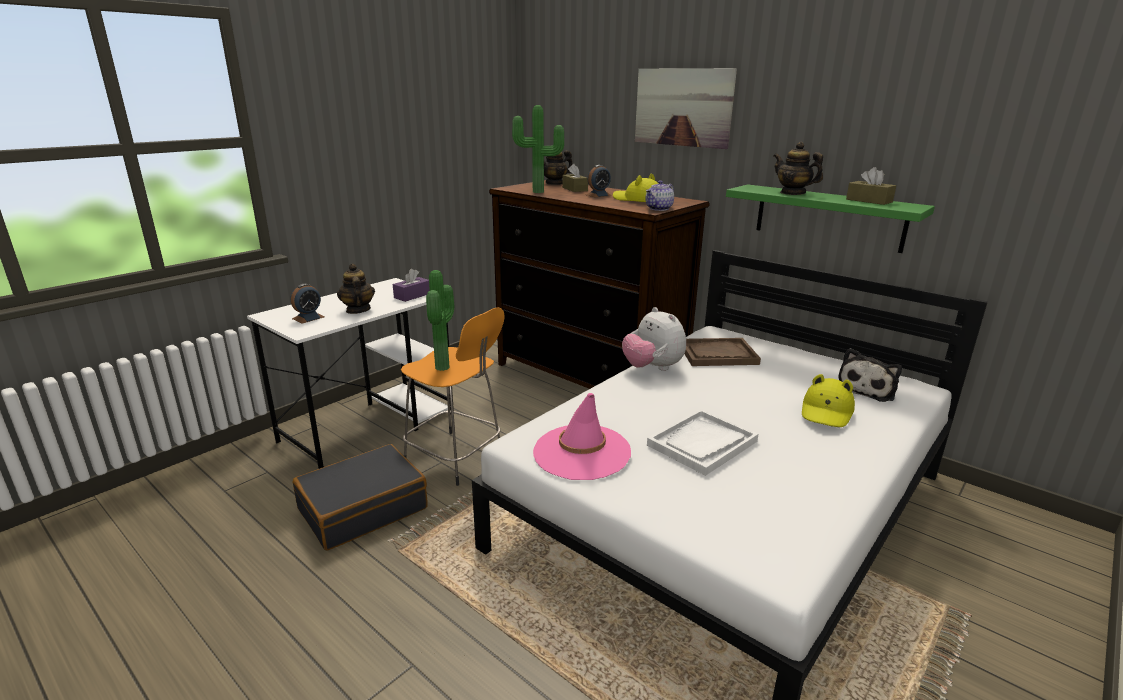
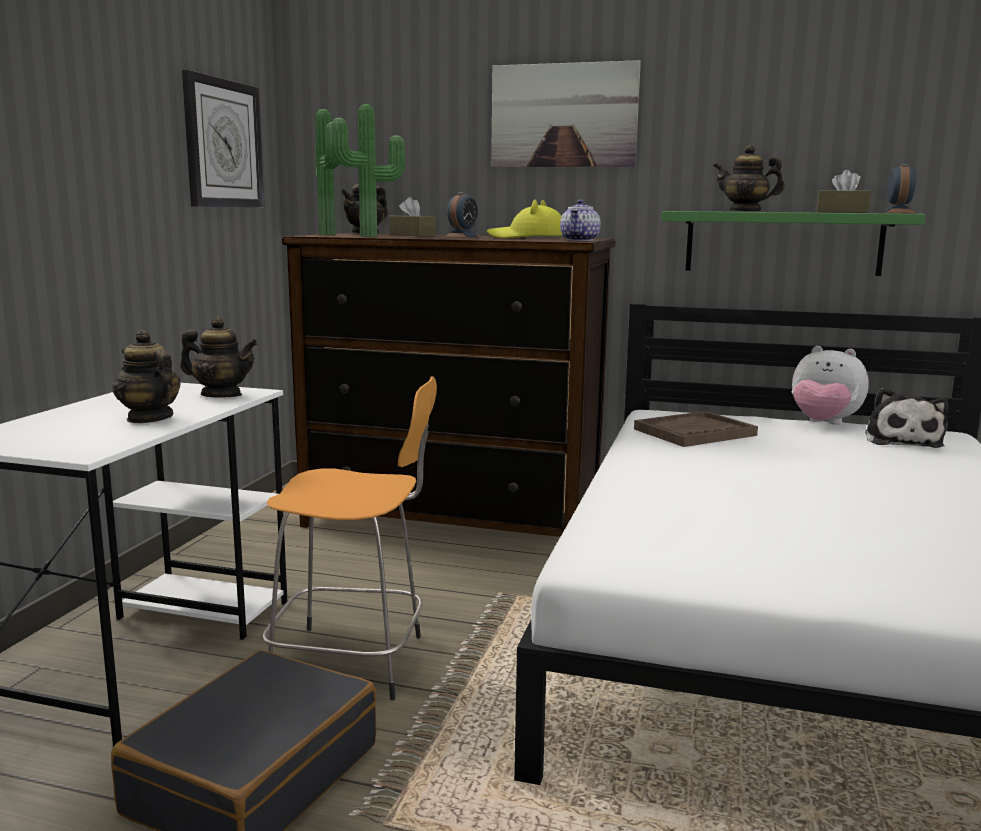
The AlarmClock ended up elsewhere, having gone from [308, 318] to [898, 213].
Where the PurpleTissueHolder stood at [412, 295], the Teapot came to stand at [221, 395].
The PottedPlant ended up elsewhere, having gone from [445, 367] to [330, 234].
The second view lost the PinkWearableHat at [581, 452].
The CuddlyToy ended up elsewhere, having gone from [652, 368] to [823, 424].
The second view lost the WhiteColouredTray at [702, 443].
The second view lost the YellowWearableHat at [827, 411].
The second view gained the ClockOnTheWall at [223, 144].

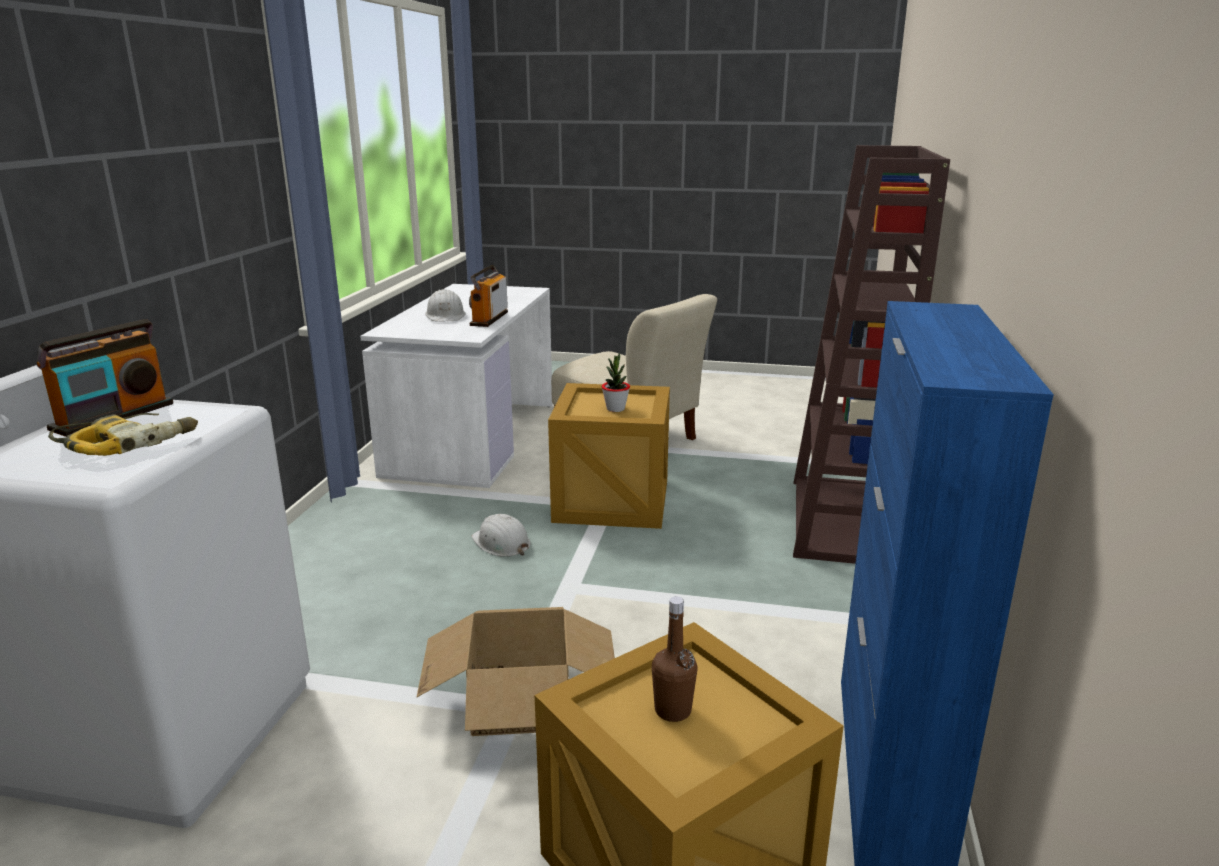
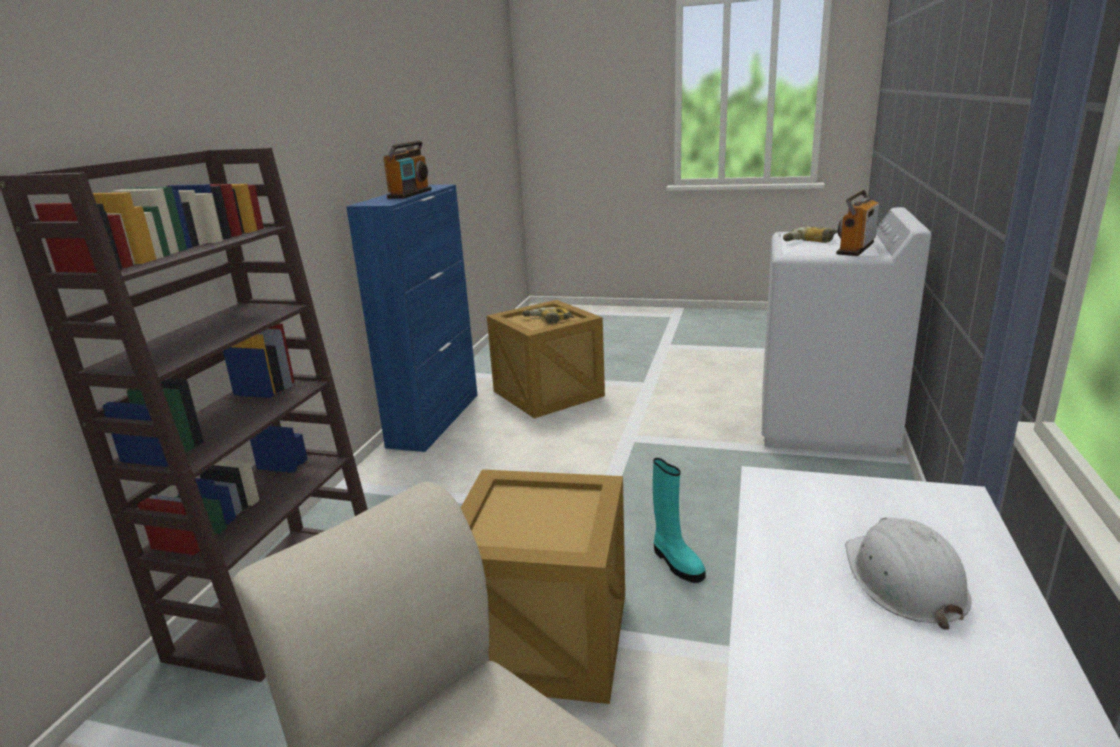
The second view lost the CardboardBox at [521, 701].
The RadioReceiver ended up elsewhere, having gone from [489, 319] to [410, 194].
Where the WhiteColouredSafetyHelmet stood at [501, 543], the BlueGreenBoot came to stand at [676, 562].
The second view lost the PottedPlant at [615, 409].
Where the BrownishBottle stood at [673, 710], the ElectricDrill came to stand at [547, 320].

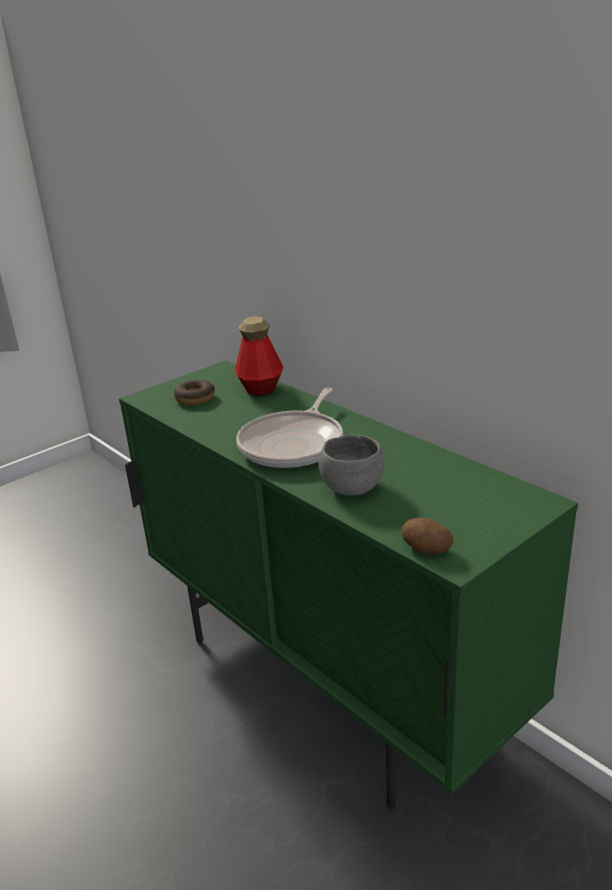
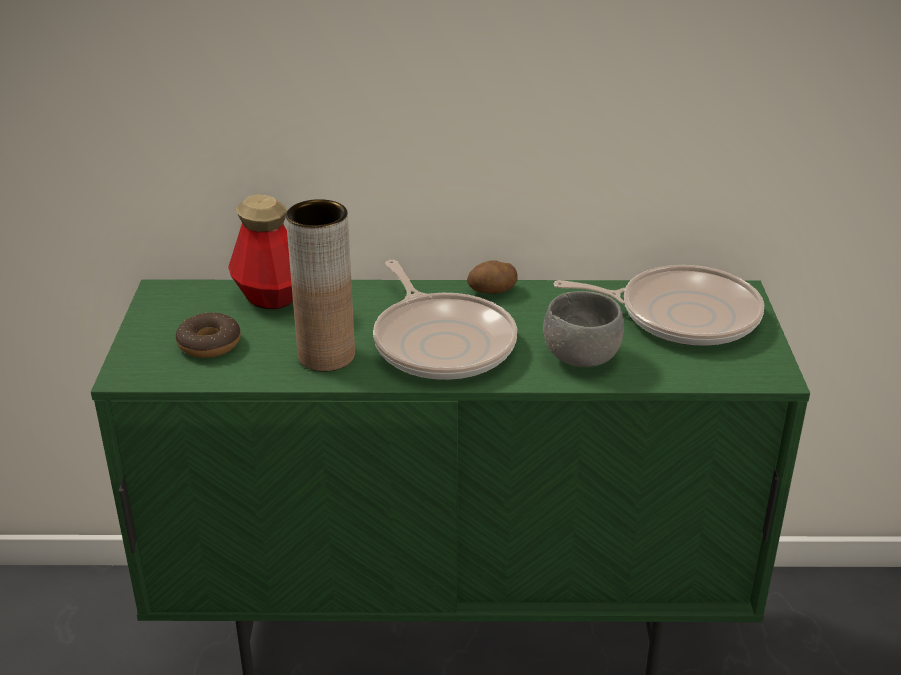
The Potato ended up elsewhere, having gone from [425, 549] to [493, 291].
The second view gained the BrownishVase at [326, 356].
The second view gained the FryingPan at [681, 315].

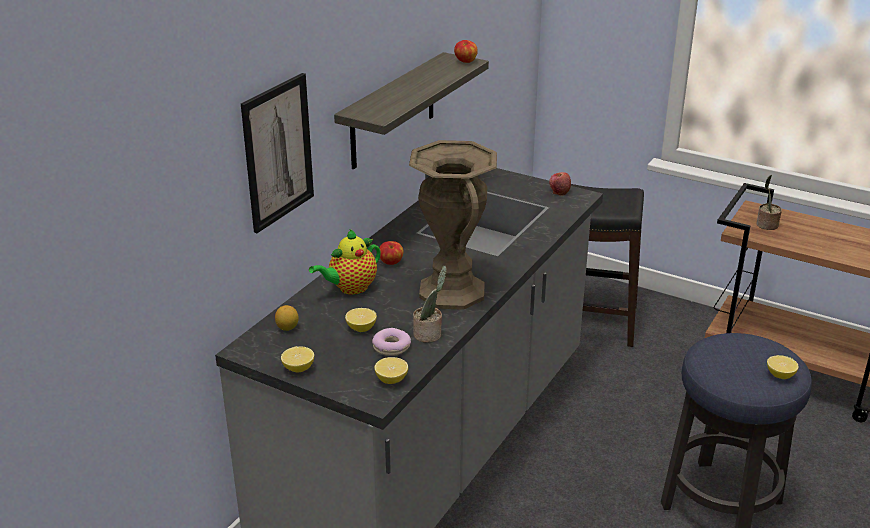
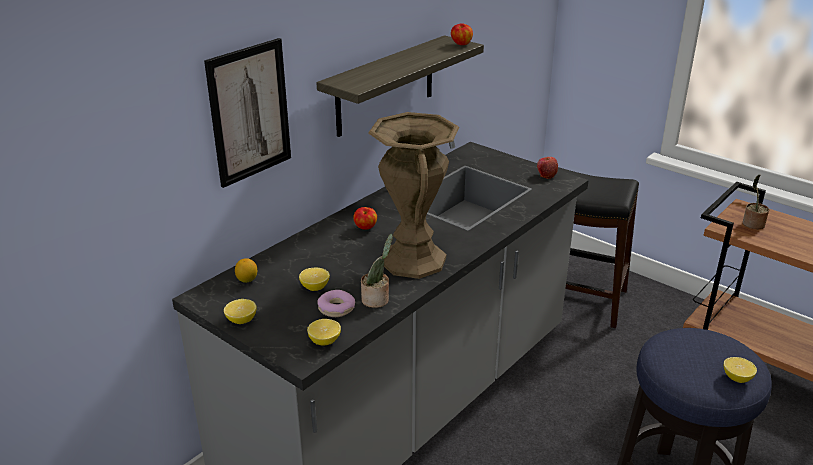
The second view lost the Teapot at [350, 288].

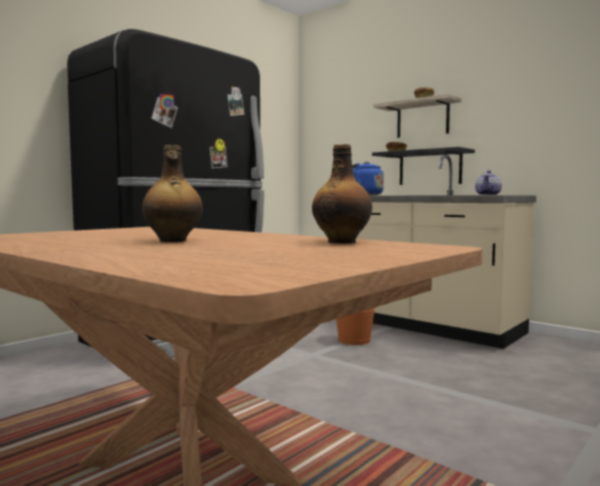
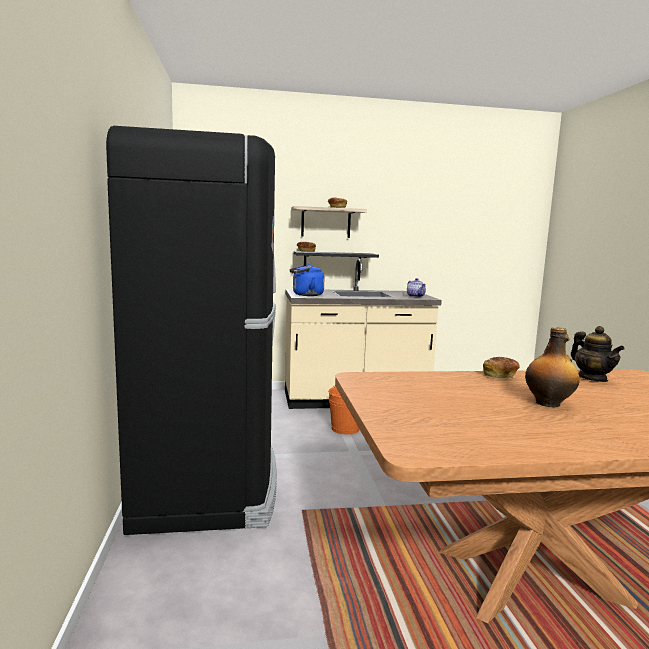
Where the Bottle stood at [342, 242], the Teapot came to stand at [592, 378].
The second view gained the BakedBread at [500, 376].

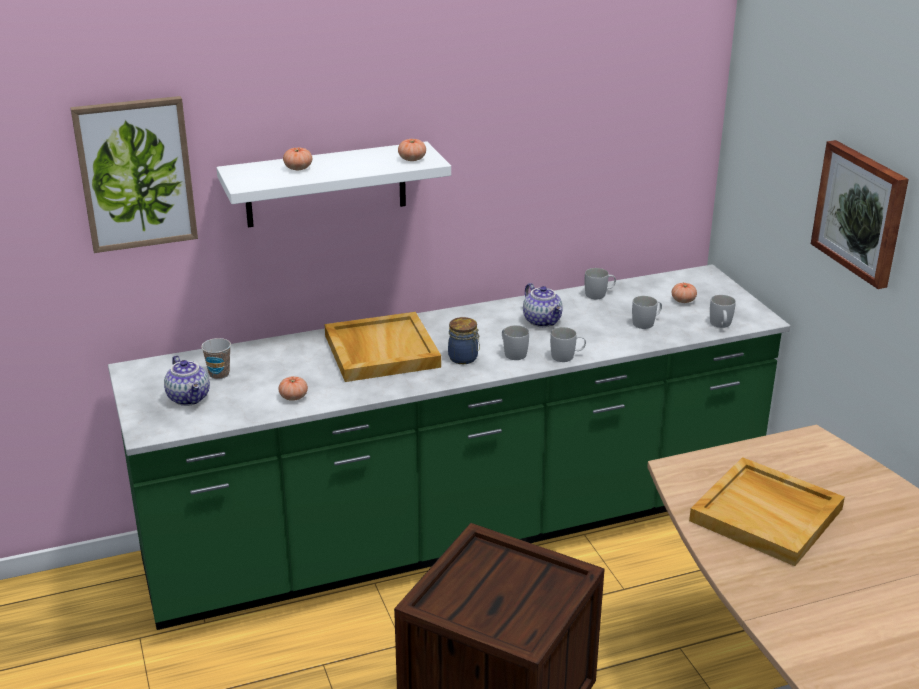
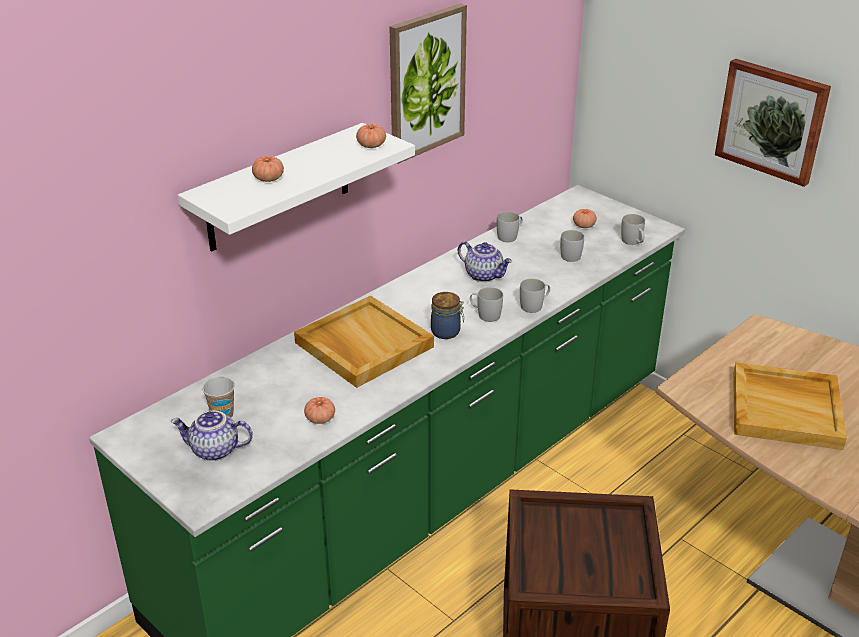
The WallArt ended up elsewhere, having gone from [136, 174] to [426, 83].
The Teapot at [190, 398] ended up facing another way, 150 degrees clockwise from before.

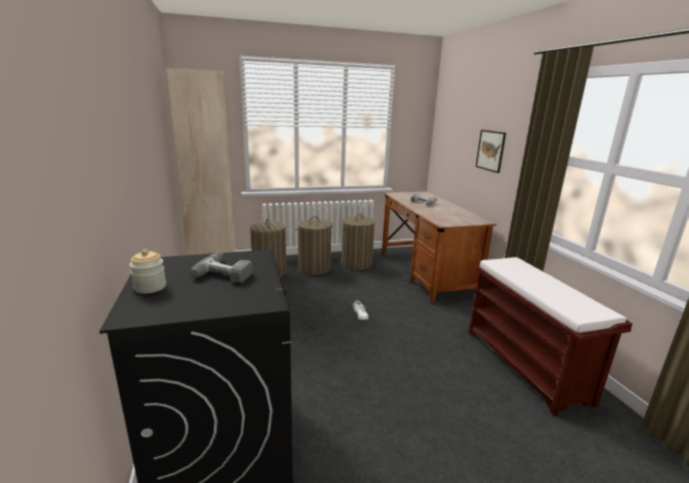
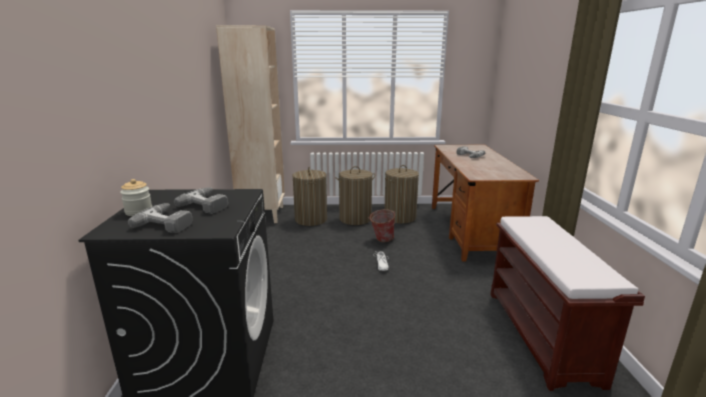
The second view lost the WallArt at [490, 150].
The second view gained the ElectricDrill at [169, 222].
The second view gained the WaterBucket at [381, 240].

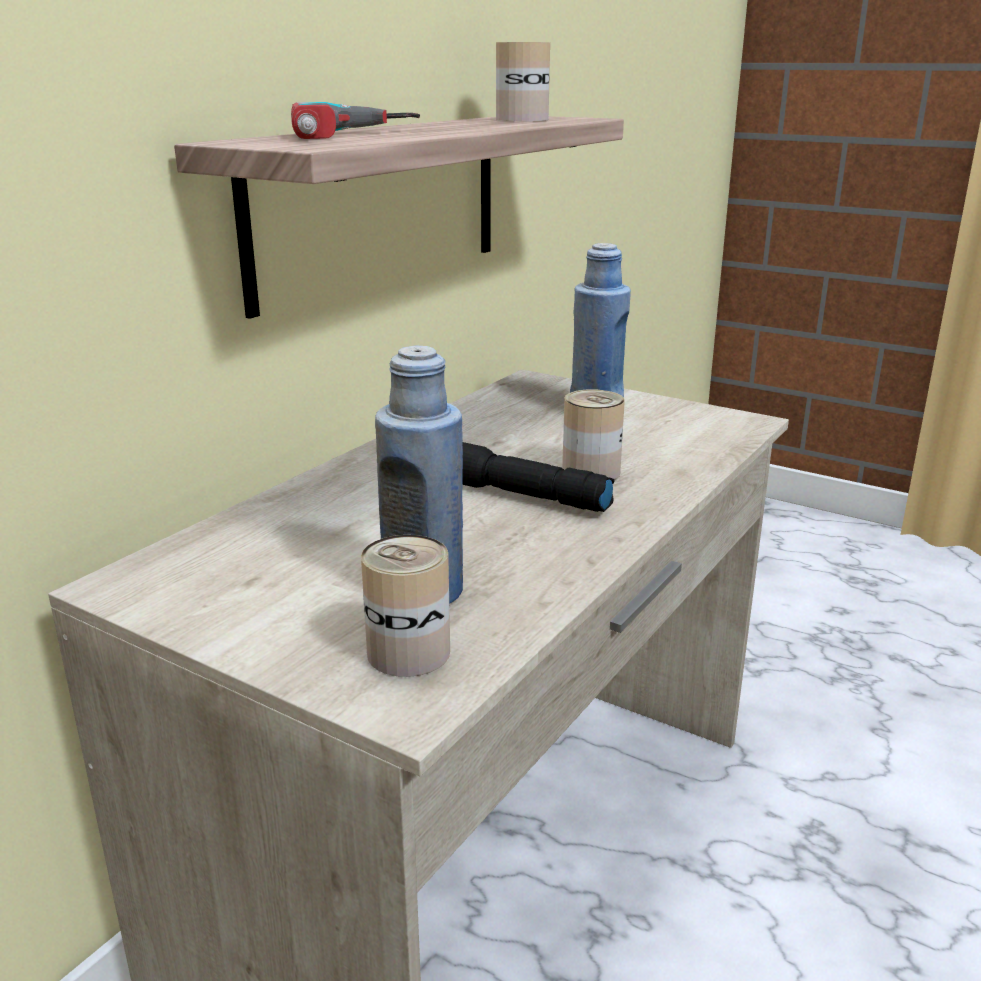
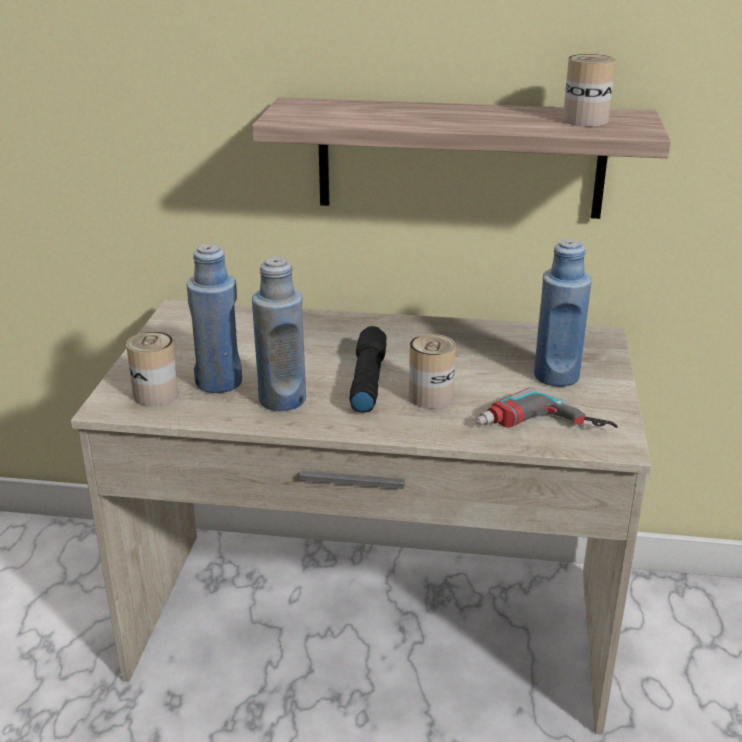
The ElectricDrill ended up elsewhere, having gone from [362, 135] to [543, 431].
The second view gained the BlueColouredBottle at [282, 399].

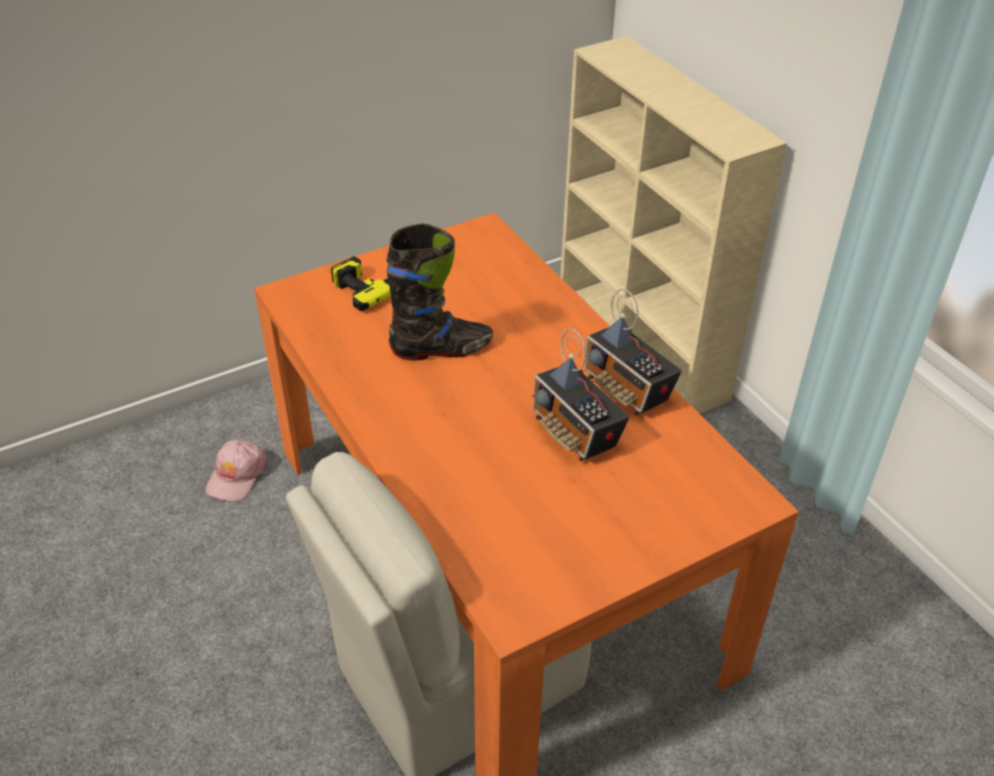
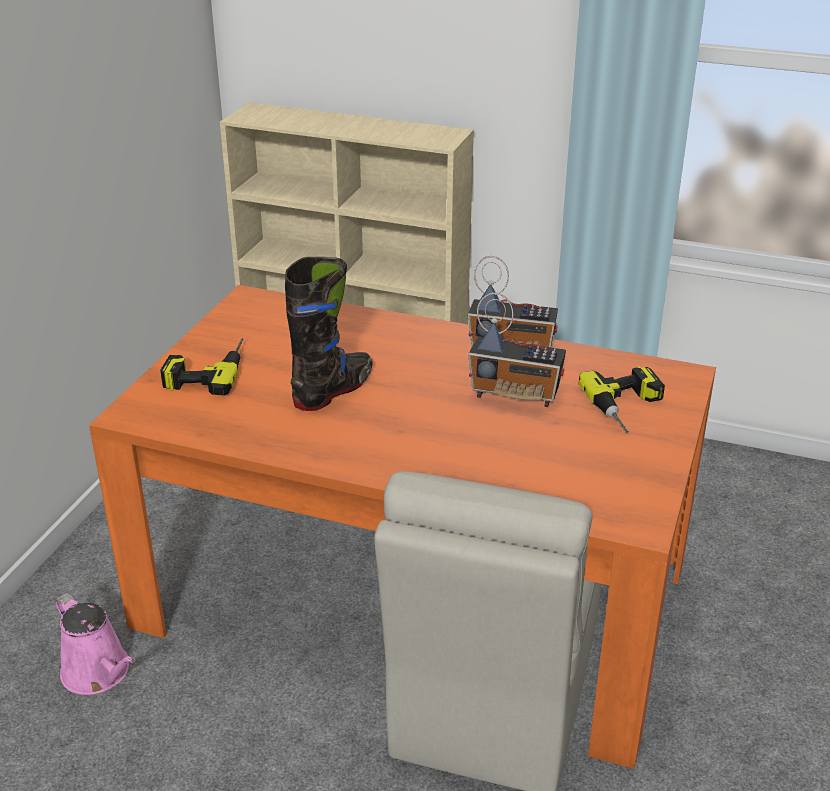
Where the PinkBaseballCap stood at [237, 475], the PinkSprinklingCan came to stand at [99, 673].
The second view gained the ElectricDrill at [629, 408].

